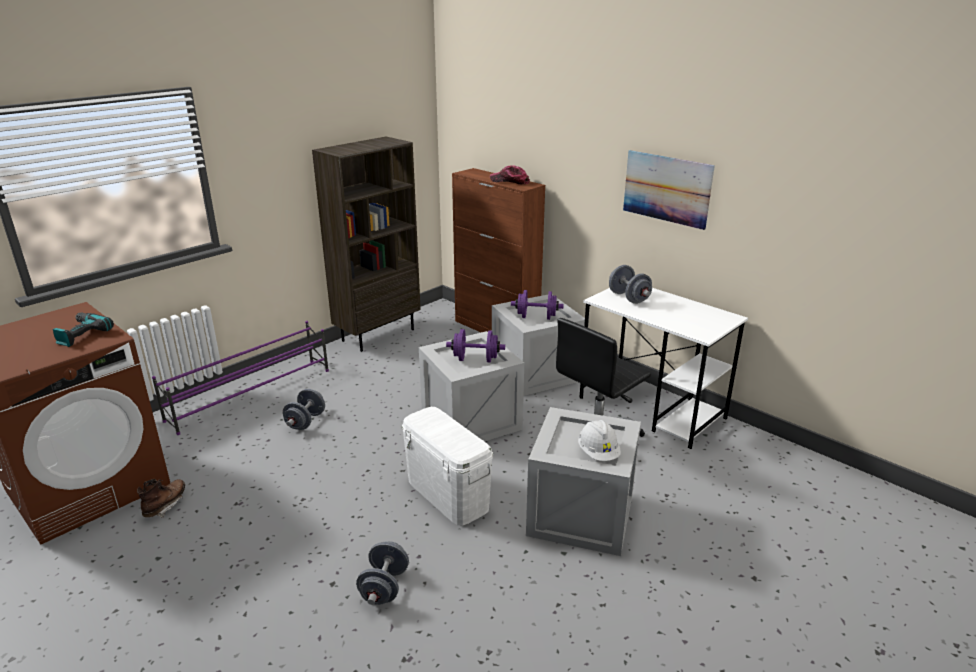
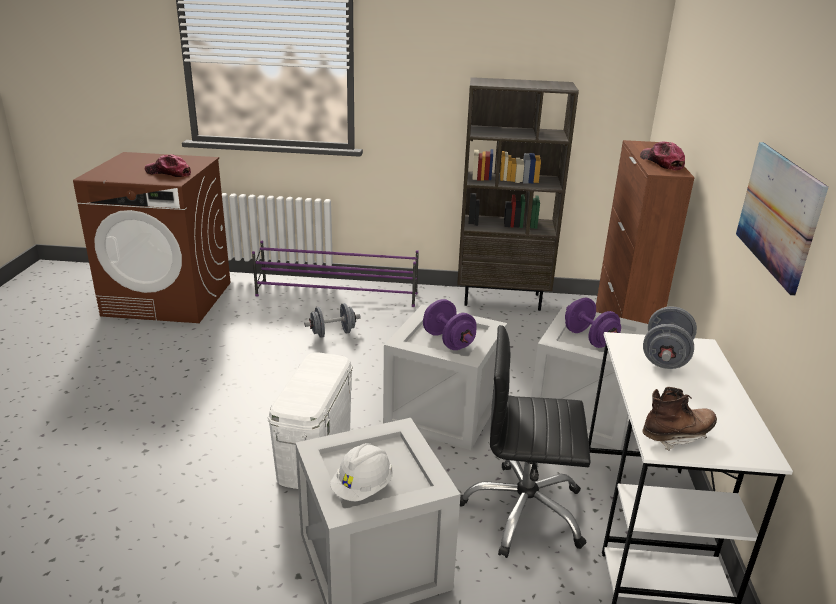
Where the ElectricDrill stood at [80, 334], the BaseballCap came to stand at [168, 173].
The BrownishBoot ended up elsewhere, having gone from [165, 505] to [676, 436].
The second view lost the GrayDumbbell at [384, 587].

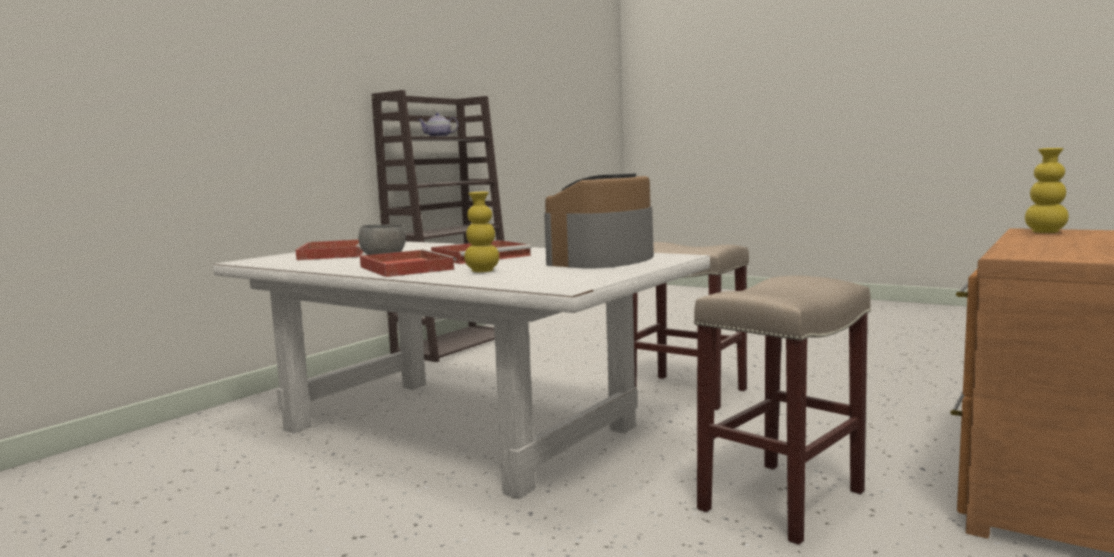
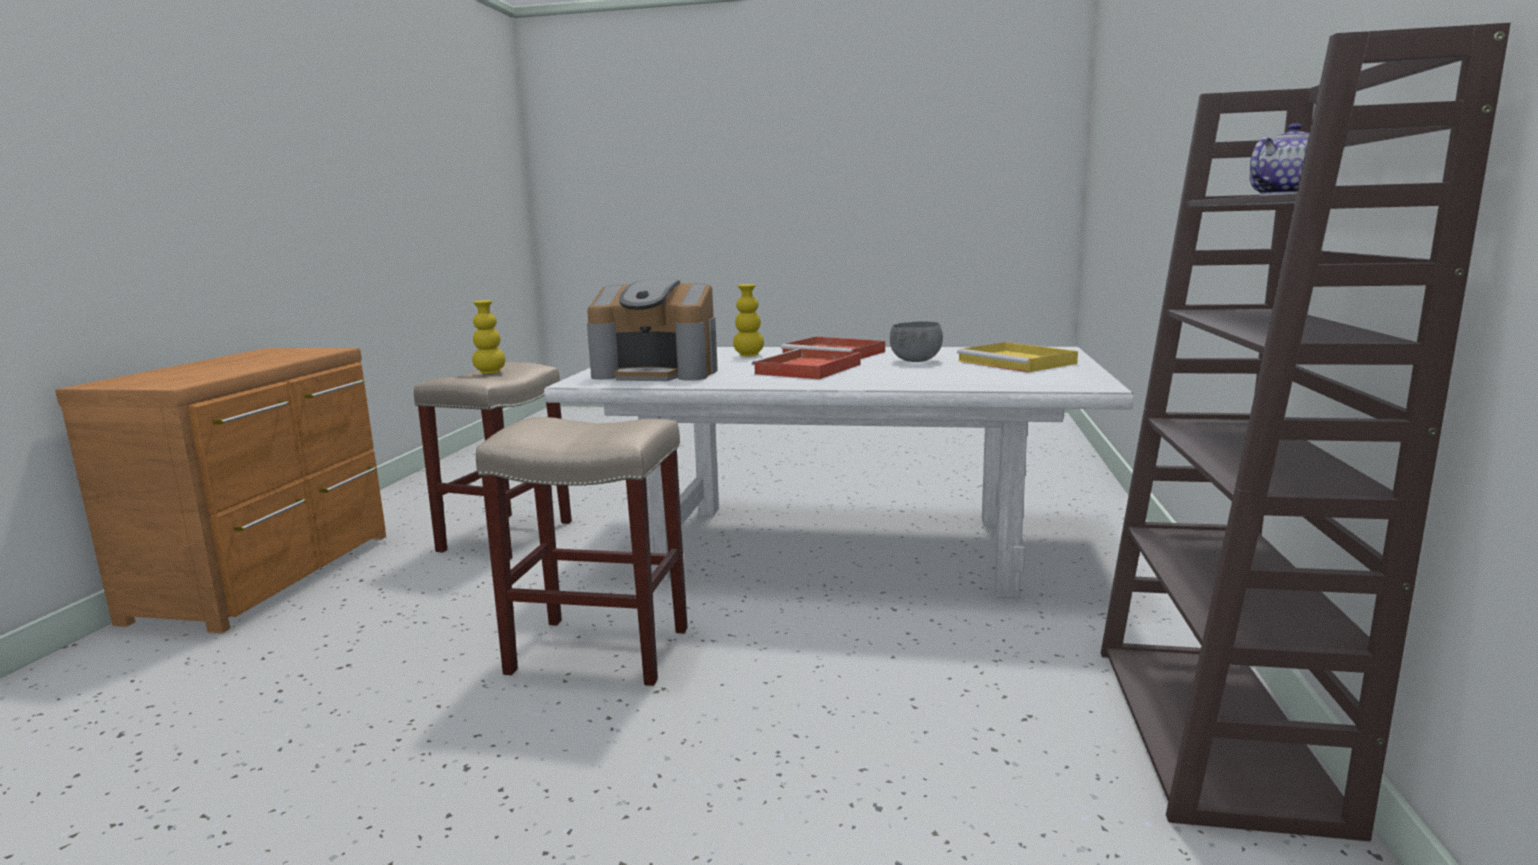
What was the RedTray at [332, 254] turned into the YellowTray at [1018, 362].
The CoffeeMaker at [603, 260] ended up facing another way, 90 degrees clockwise from before.
The YellowVase ended up elsewhere, having gone from [1045, 232] to [490, 372].

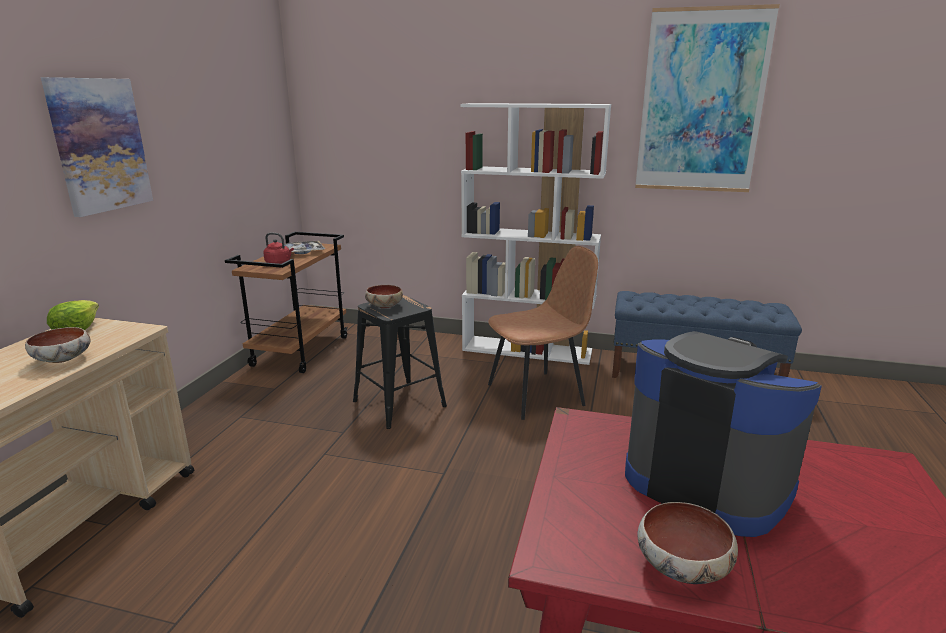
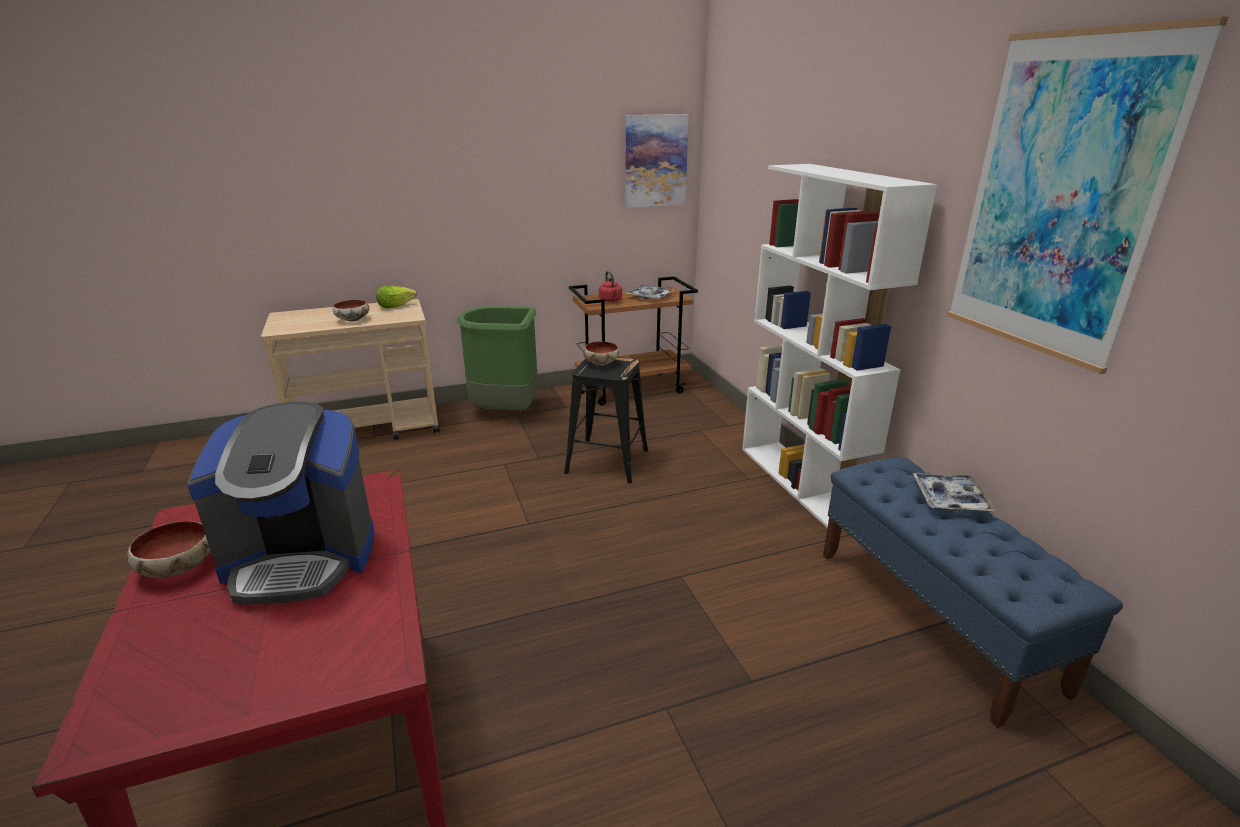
The WallArt ended up elsewhere, having gone from [99, 145] to [655, 161].
The second view lost the BrownishPlainChair at [537, 394].
The CoffeeMaker at [706, 481] ended up facing another way, 75 degrees clockwise from before.
The second view gained the GreenishWasteBin at [506, 412].
The second view gained the Tray at [950, 499].

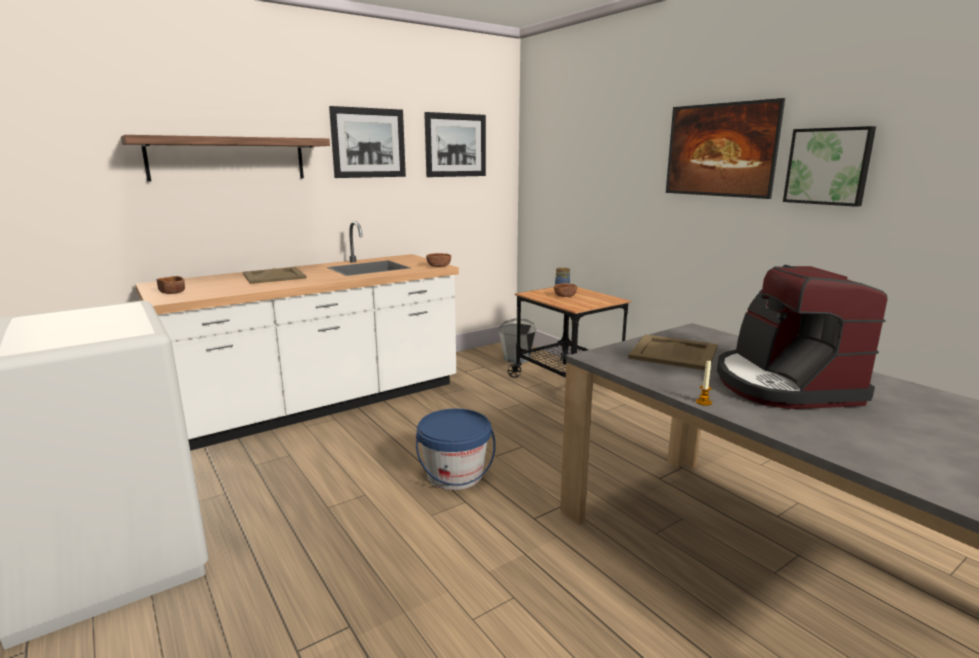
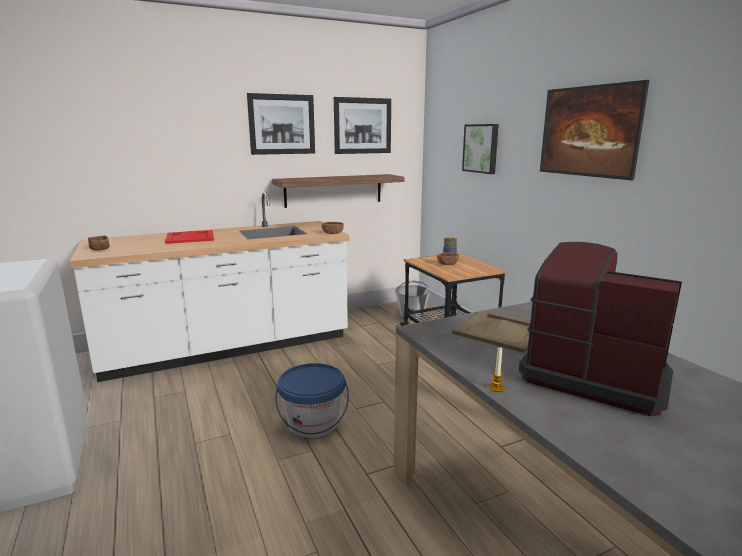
The BracketShelf ended up elsewhere, having gone from [228, 159] to [333, 190].
What was the BeigeTray at [274, 276] turned into the RedTray at [189, 237].
The CoffeeMaker at [783, 385] ended up facing another way, 120 degrees clockwise from before.
The WallArt ended up elsewhere, having gone from [828, 166] to [481, 148].

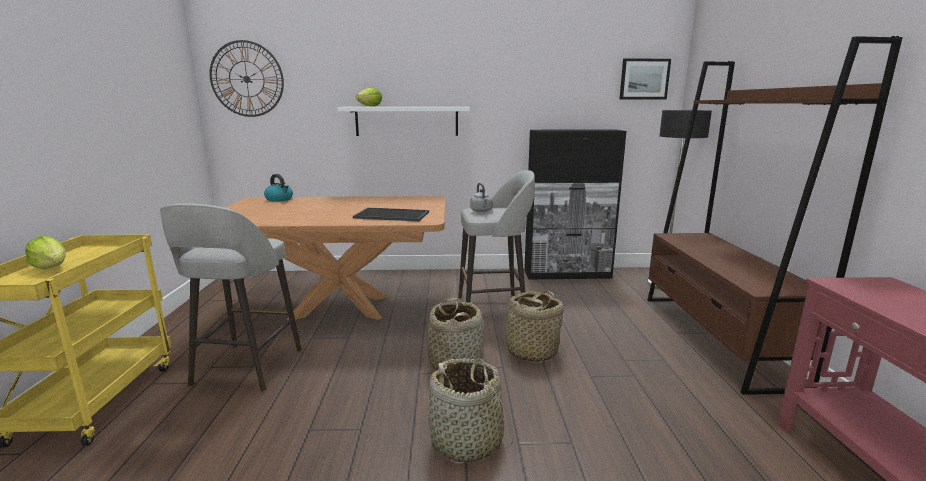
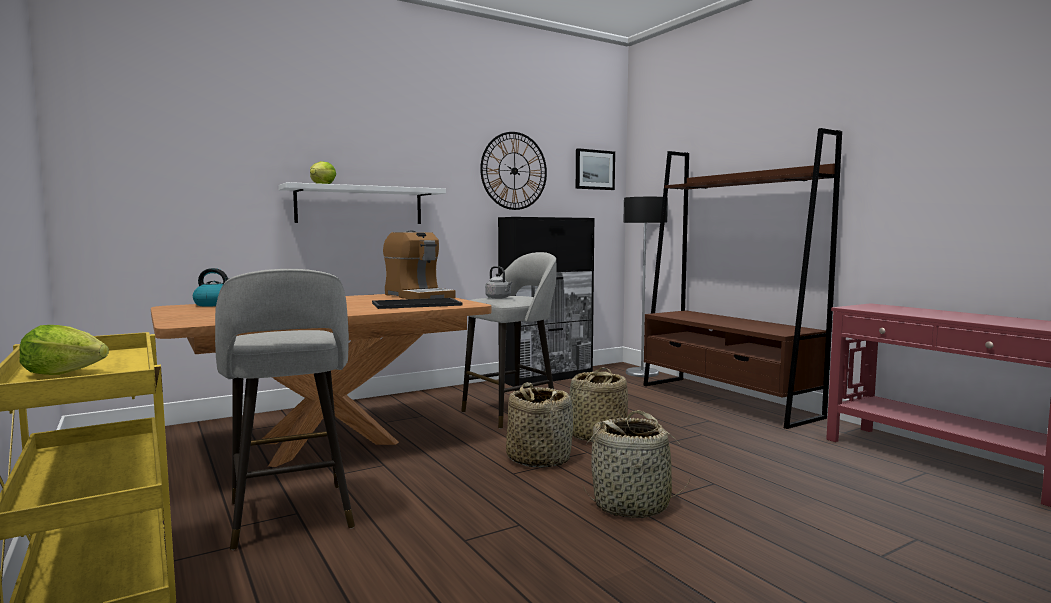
The ClockOnTheWall ended up elsewhere, having gone from [247, 79] to [514, 171].
The second view gained the CoffeeMaker at [418, 296].

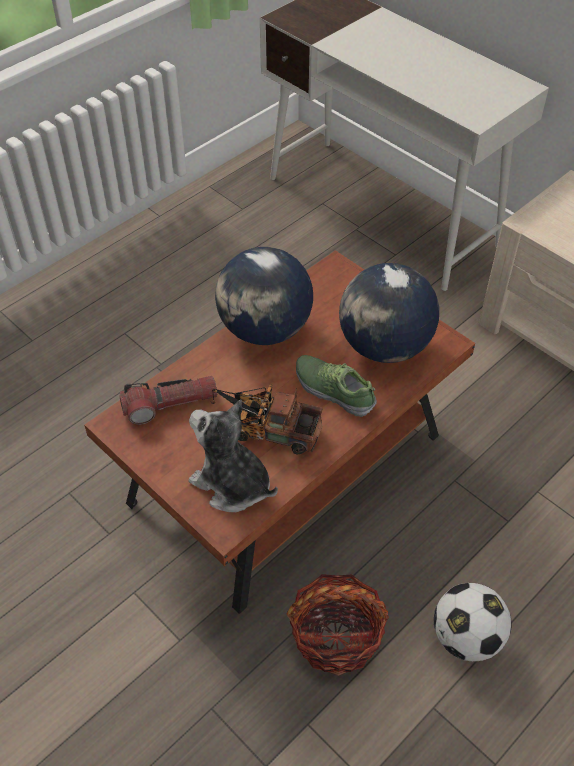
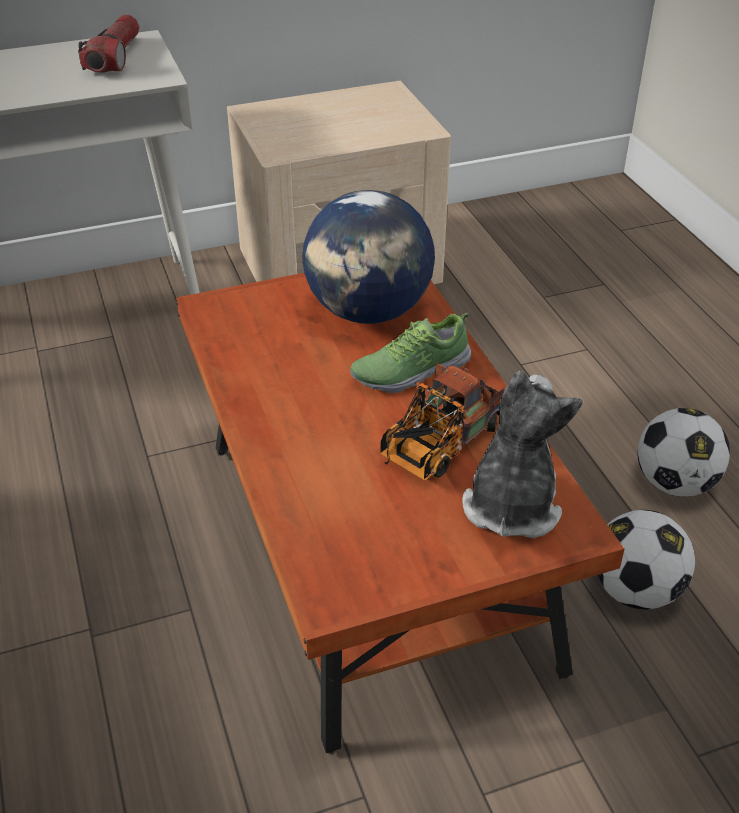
The Torch ended up elsewhere, having gone from [170, 404] to [115, 57].
The CuddlyToy at [232, 484] ended up facing another way, 135 degrees clockwise from before.
The second view lost the Globe at [264, 330].
Where the StorageBasket stood at [336, 636], the Football came to stand at [635, 590].

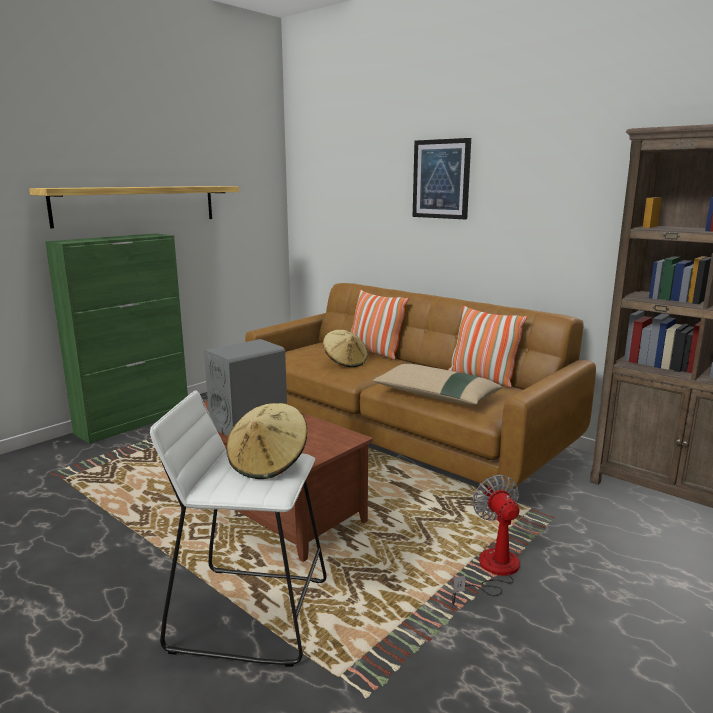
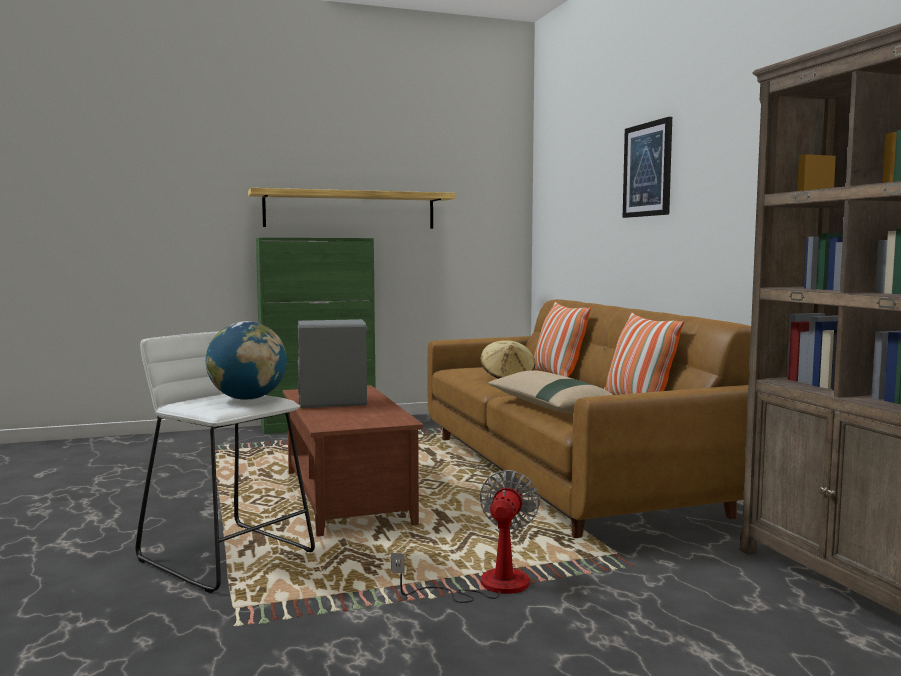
Where the BeigeWearableHat stood at [268, 463], the Globe came to stand at [247, 399].

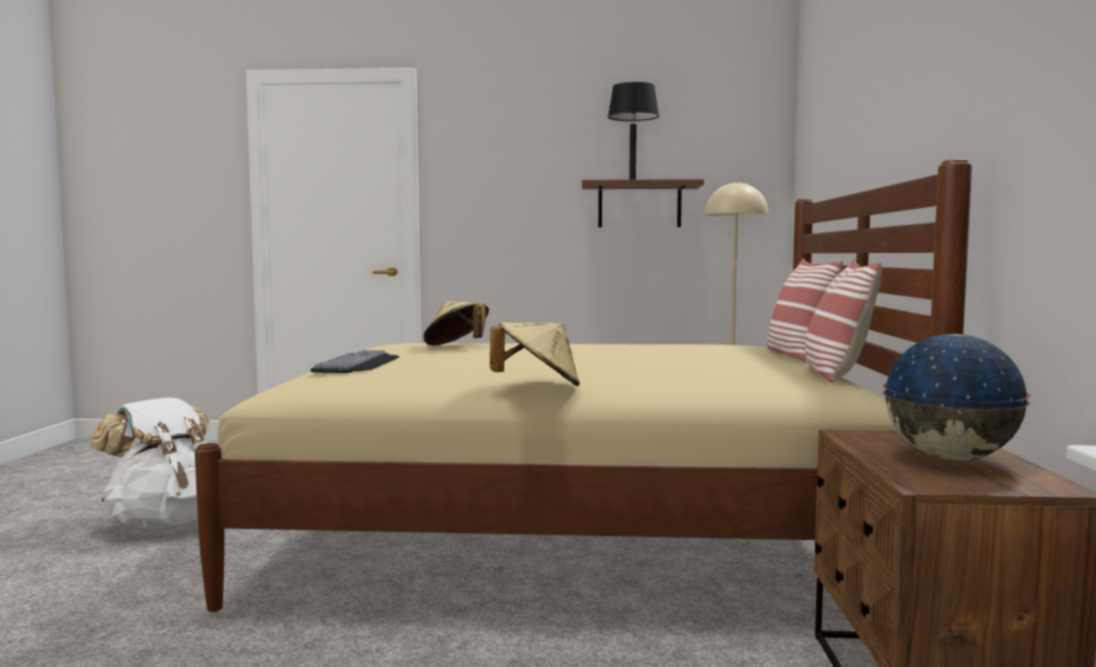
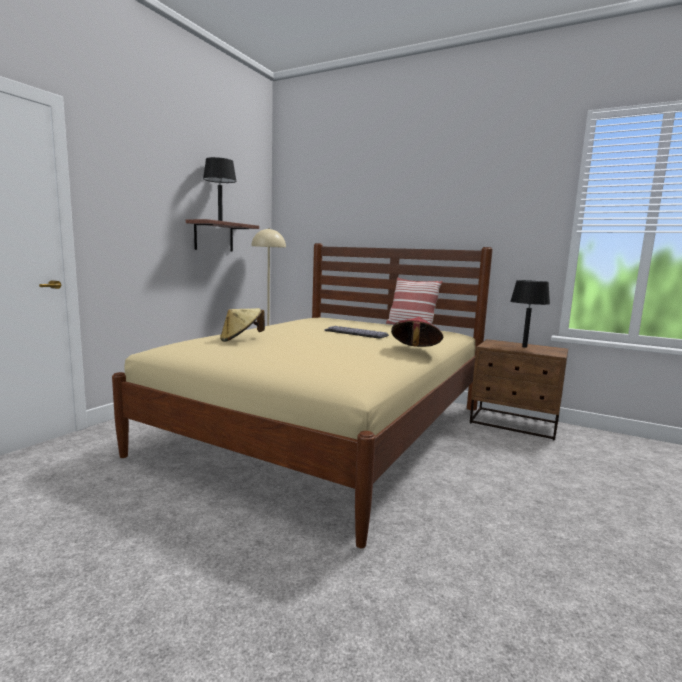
The second view lost the WhiteColouredBackpack at [169, 523].
The ComputerKeyboard ended up elsewhere, having gone from [360, 364] to [358, 332].
What was the BeigeWearableHat at [538, 386] turned into the RedWearableHat at [415, 350].
The second view lost the Cushion at [797, 355].
Where the Globe stood at [949, 458], the BlackLampForATable came to stand at [524, 347].

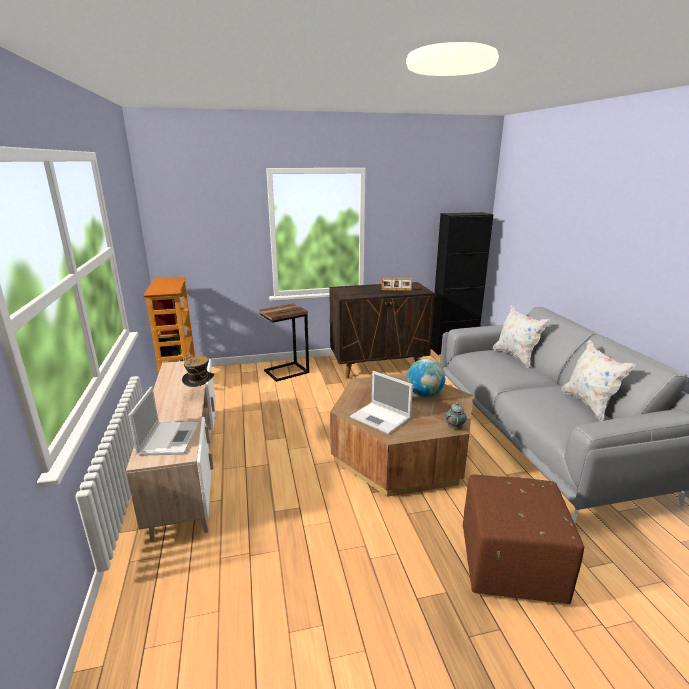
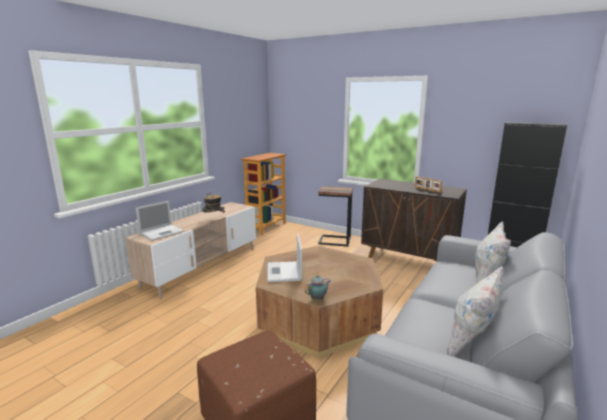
The second view lost the Globe at [424, 395].

